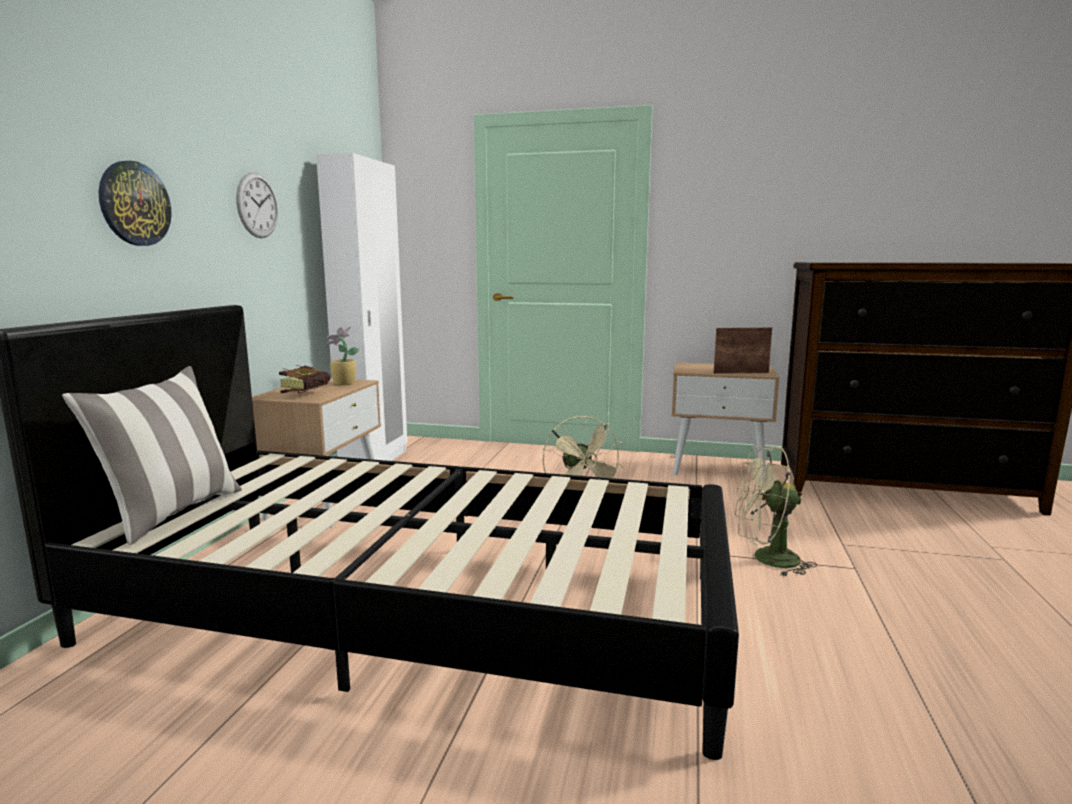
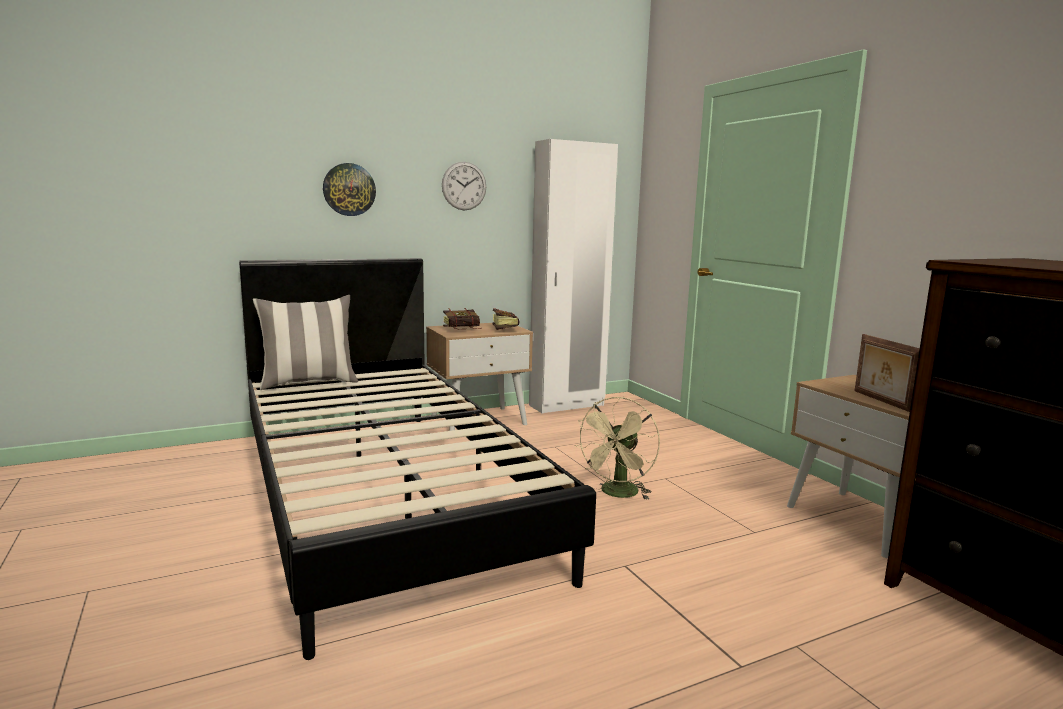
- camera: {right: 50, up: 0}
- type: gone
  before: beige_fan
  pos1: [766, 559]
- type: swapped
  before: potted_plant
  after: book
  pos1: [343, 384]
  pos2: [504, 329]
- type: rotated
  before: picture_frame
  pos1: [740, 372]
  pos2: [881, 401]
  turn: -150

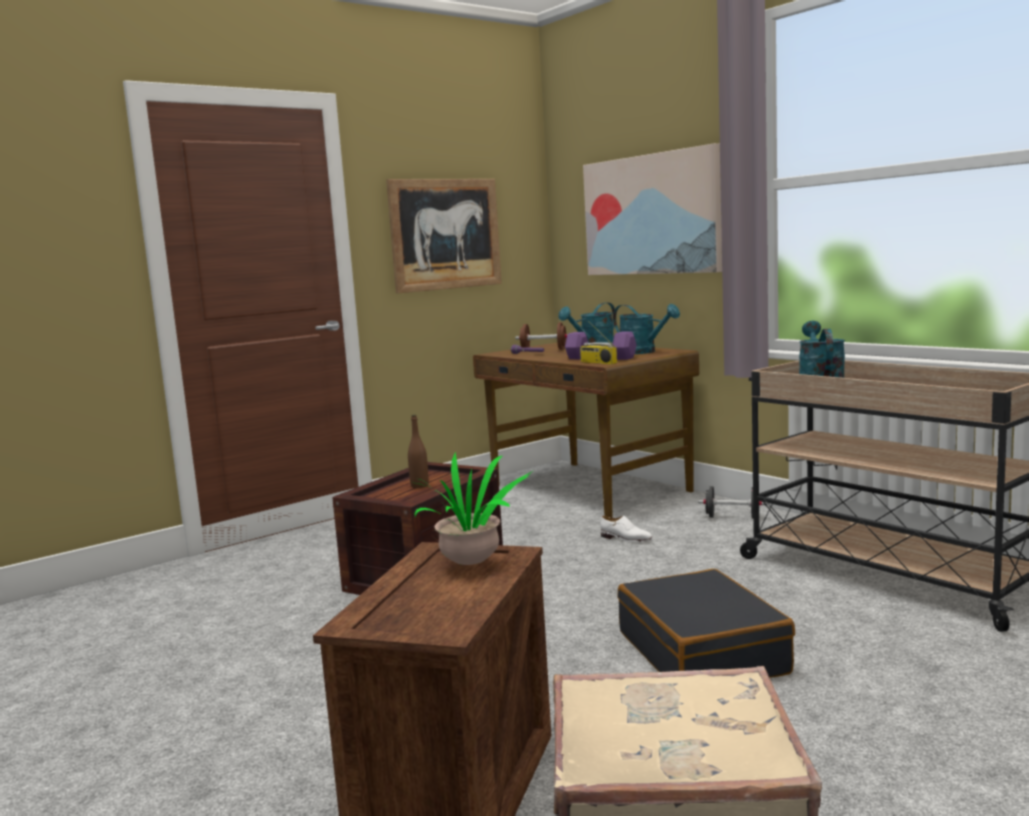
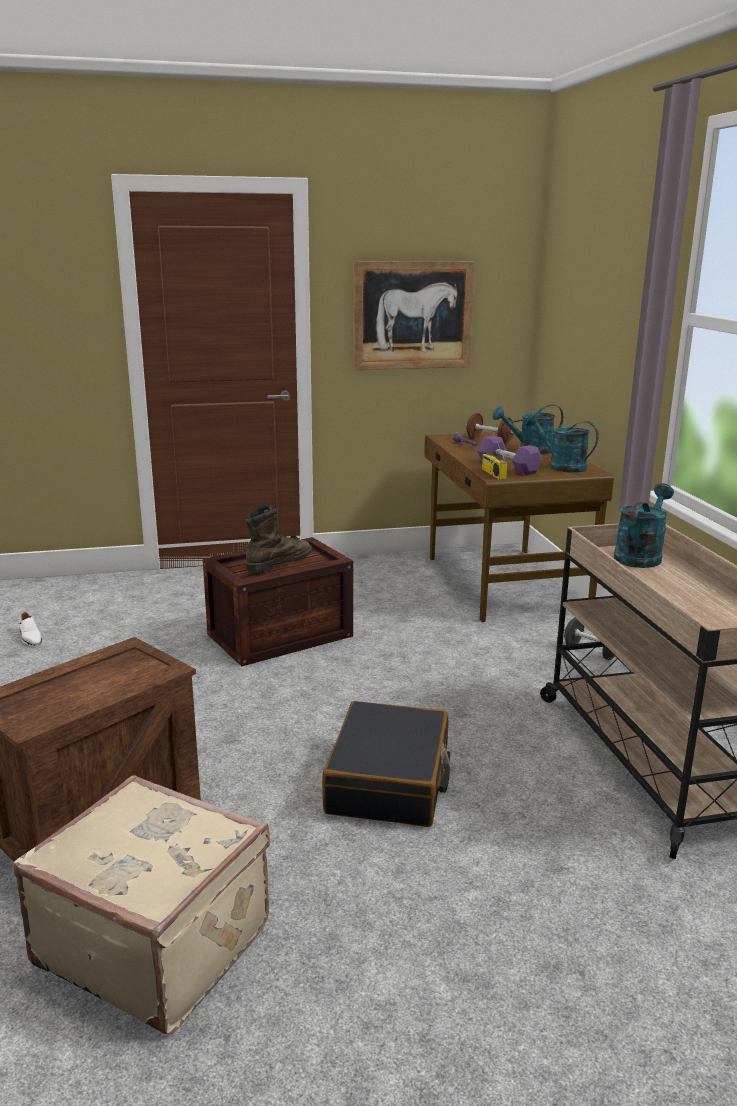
- camera: {right: 25, up: 10}
- type: gone
  before: potted_plant
  pos1: [472, 563]
- type: gone
  before: picture
  pos1: [651, 214]
- type: shifted
  before: white_shoe
  pos1: [626, 538]
  pos2: [30, 638]
- type: swapped
  before: brown_bottle
  after: brown_boot
  pos1: [419, 486]
  pos2: [278, 563]
- type: rotated
  before: turquoise_watering_can
  pos1: [643, 352]
  pos2: [561, 466]
  turn: 150

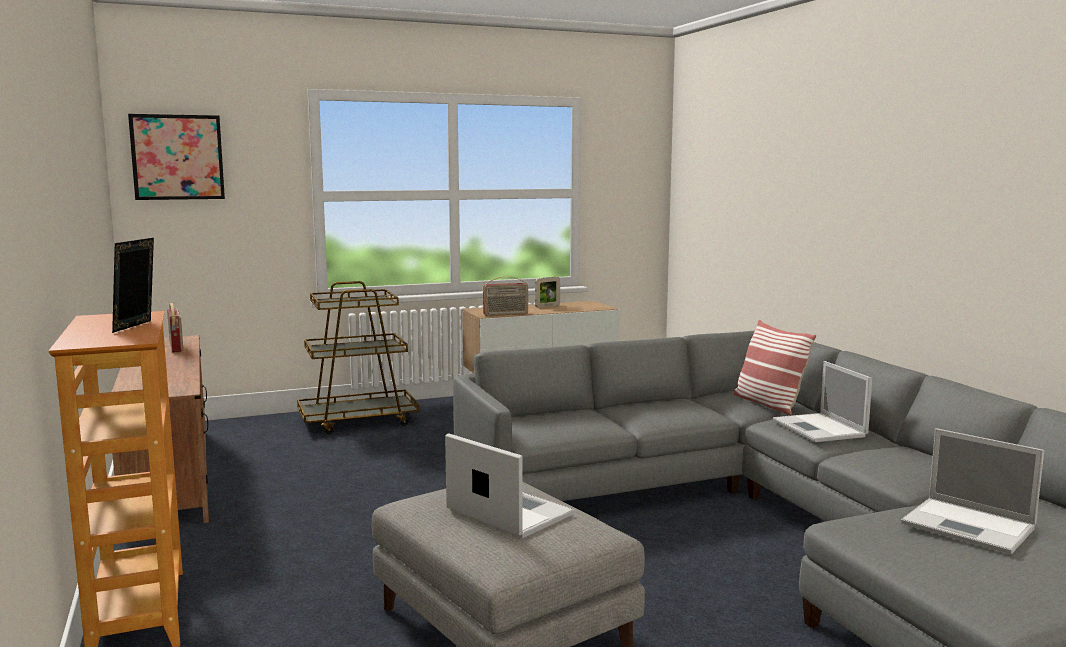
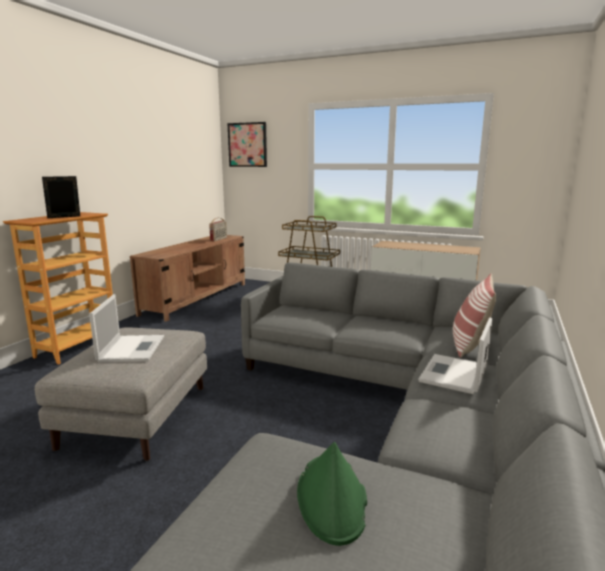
- camera: {right: 45, up: 5}
- type: gone
  before: radio
  pos1: [506, 314]
- type: gone
  before: picture_frame
  pos1: [547, 306]
- type: swapped
  before: laptop
  after: green_hat
  pos1: [970, 526]
  pos2: [332, 498]

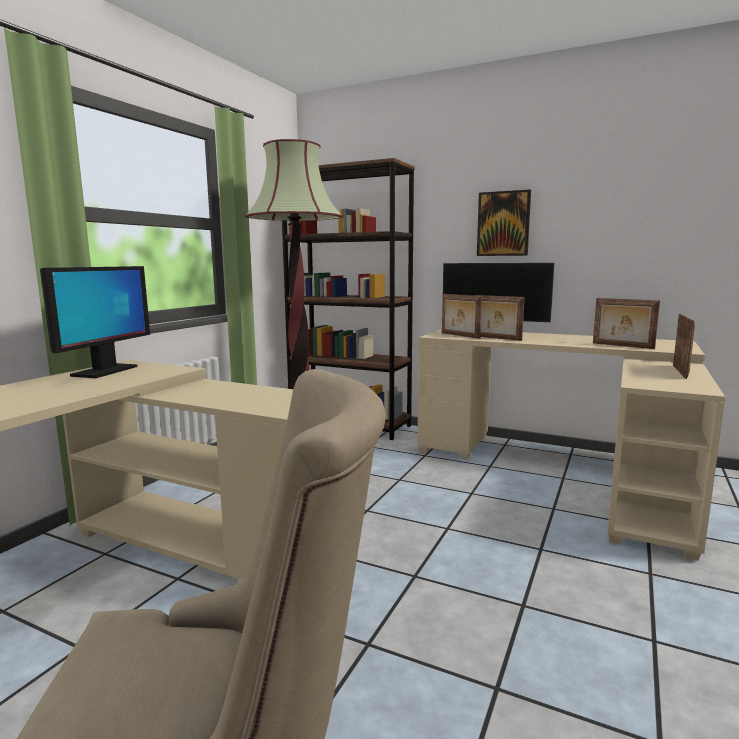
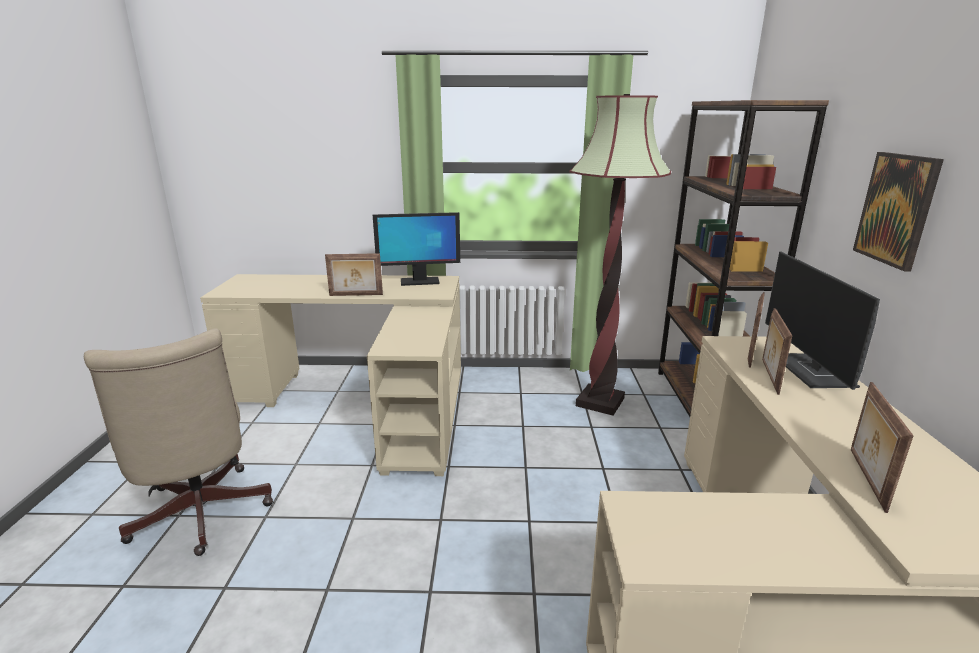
- camera: {right: 65, up: 10}
- type: shifted
  before: picture_frame
  pos1: [681, 371]
  pos2: [356, 295]

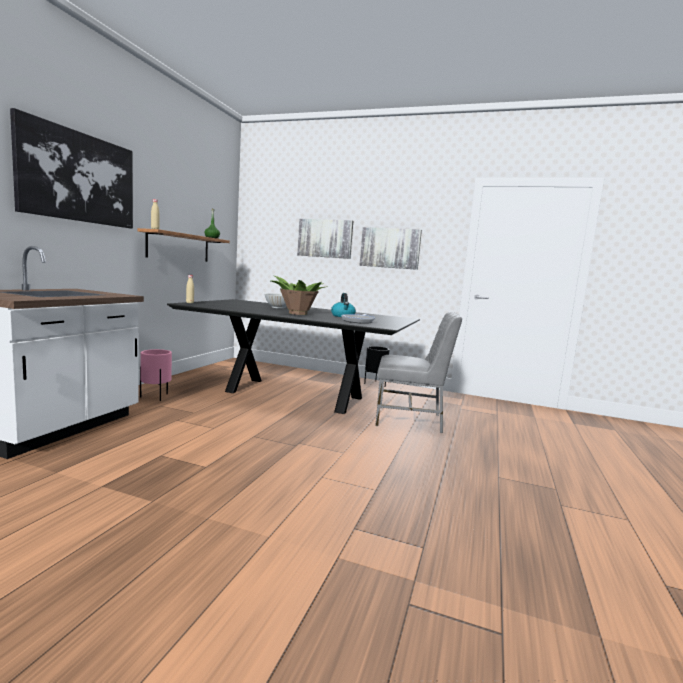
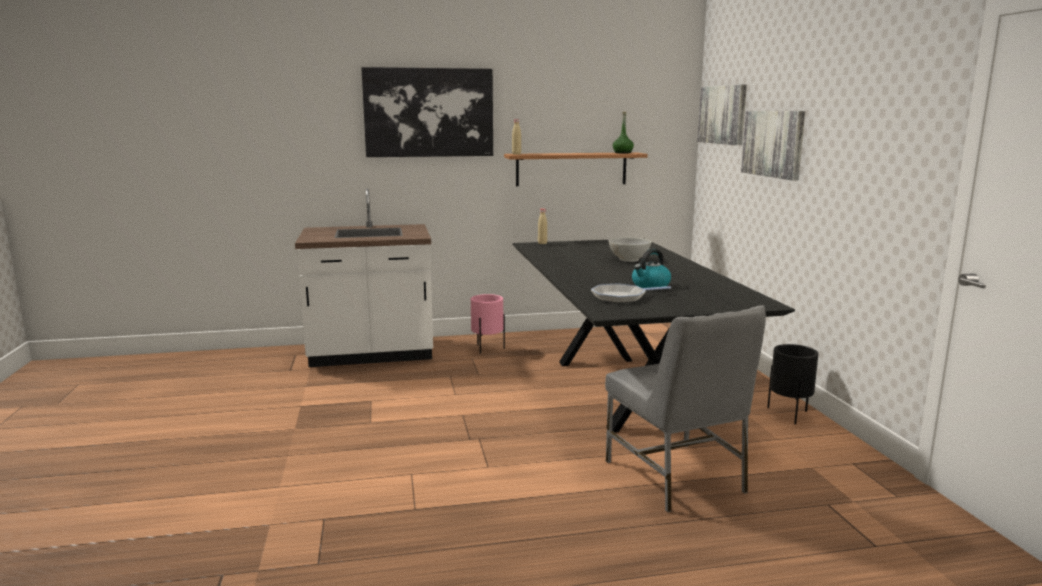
- camera: {right: 60, up: 5}
- type: gone
  before: potted_plant
  pos1: [298, 313]
- type: shifted
  before: picture
  pos1: [390, 248]
  pos2: [723, 115]

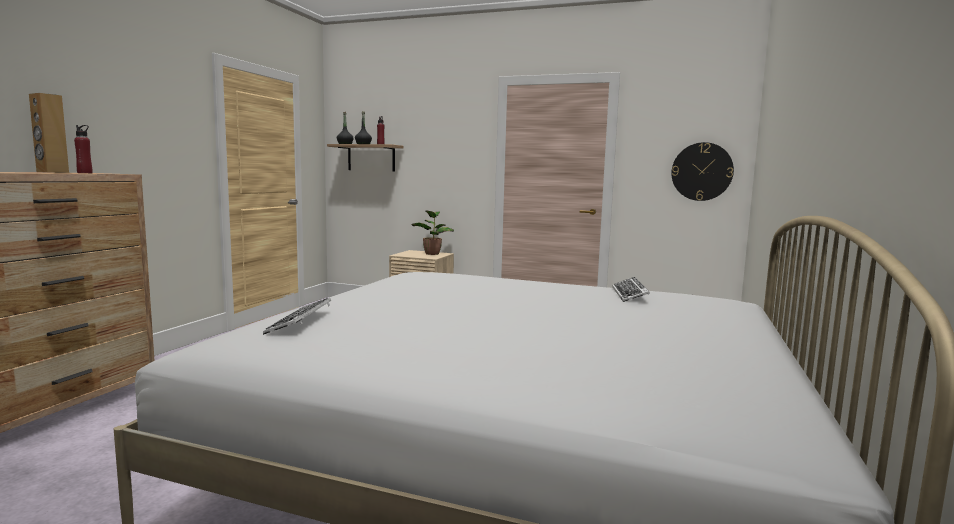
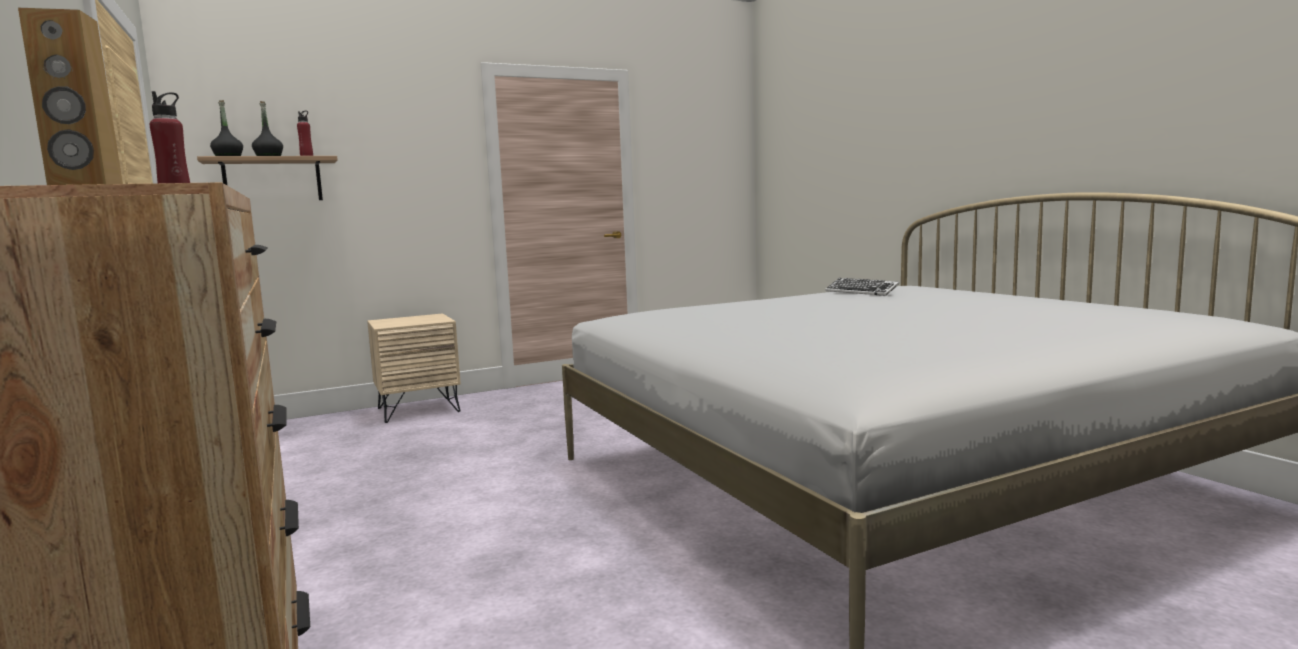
- camera: {right: -45, up: 0}
- type: gone
  before: keyboard
  pos1: [300, 322]
- type: gone
  before: potted_plant
  pos1: [432, 253]
- type: gone
  before: wall_clock
  pos1: [701, 171]

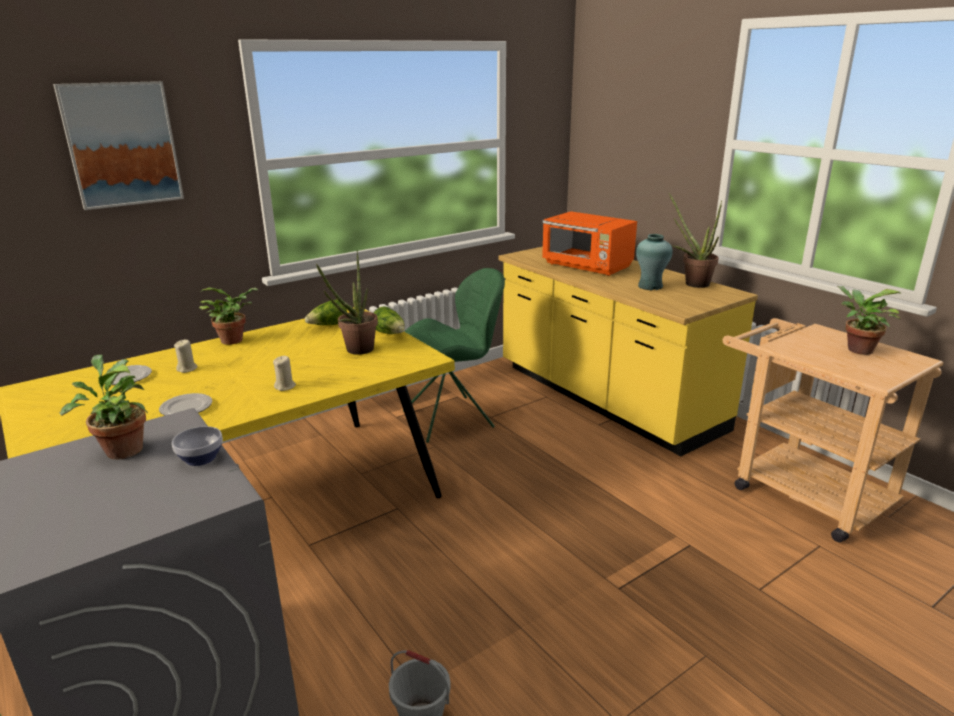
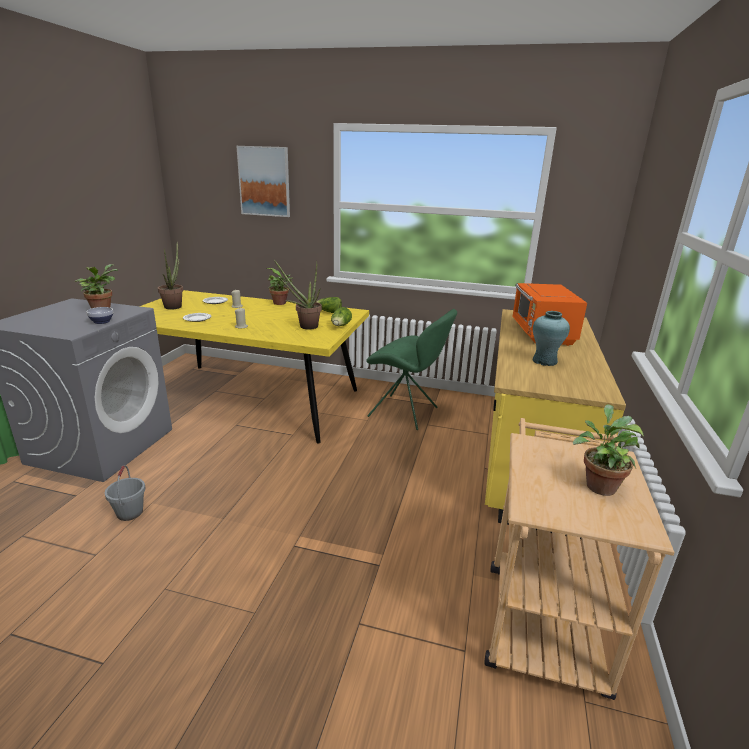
- camera: {right: 50, up: 0}
- type: shifted
  before: potted_plant
  pos1: [692, 283]
  pos2: [174, 306]

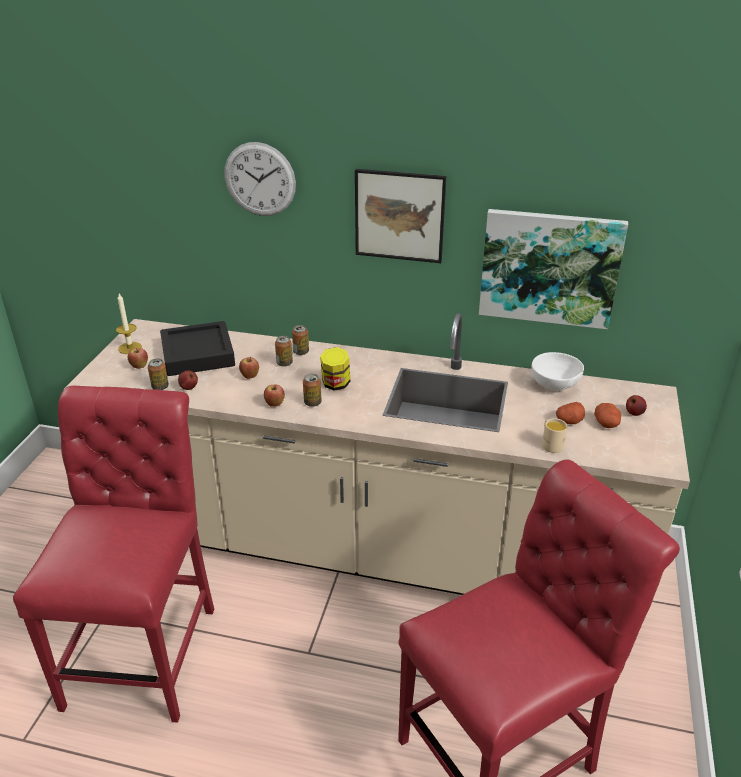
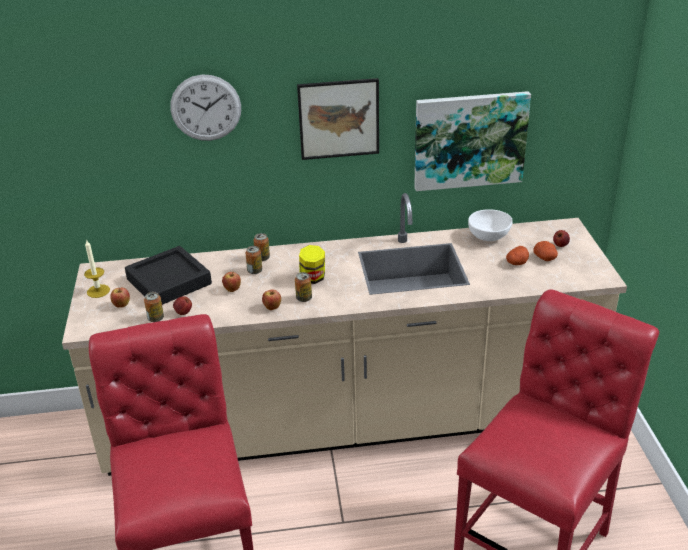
- camera: {right: -20, up: 0}
- type: gone
  before: beige_mug
  pos1: [550, 444]

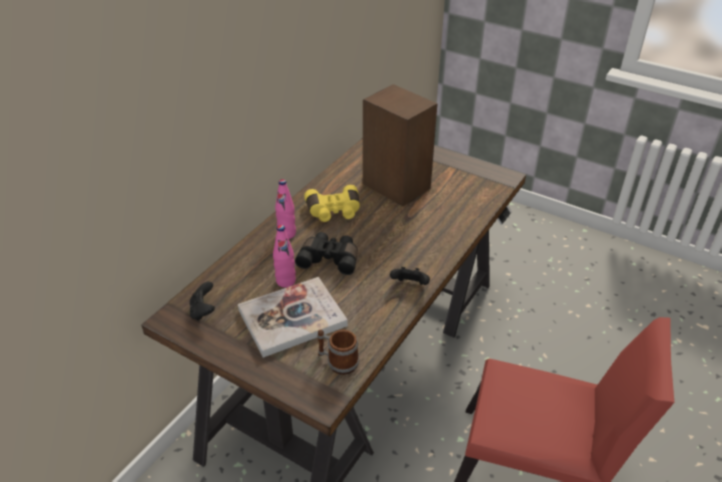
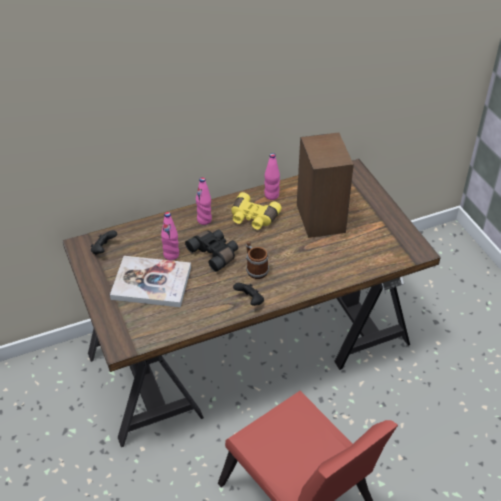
- camera: {right: 35, up: 5}
- type: new
  after: pink_bottle
  pos2: [271, 195]
- type: shifted
  before: mug
  pos1: [337, 362]
  pos2: [255, 269]

